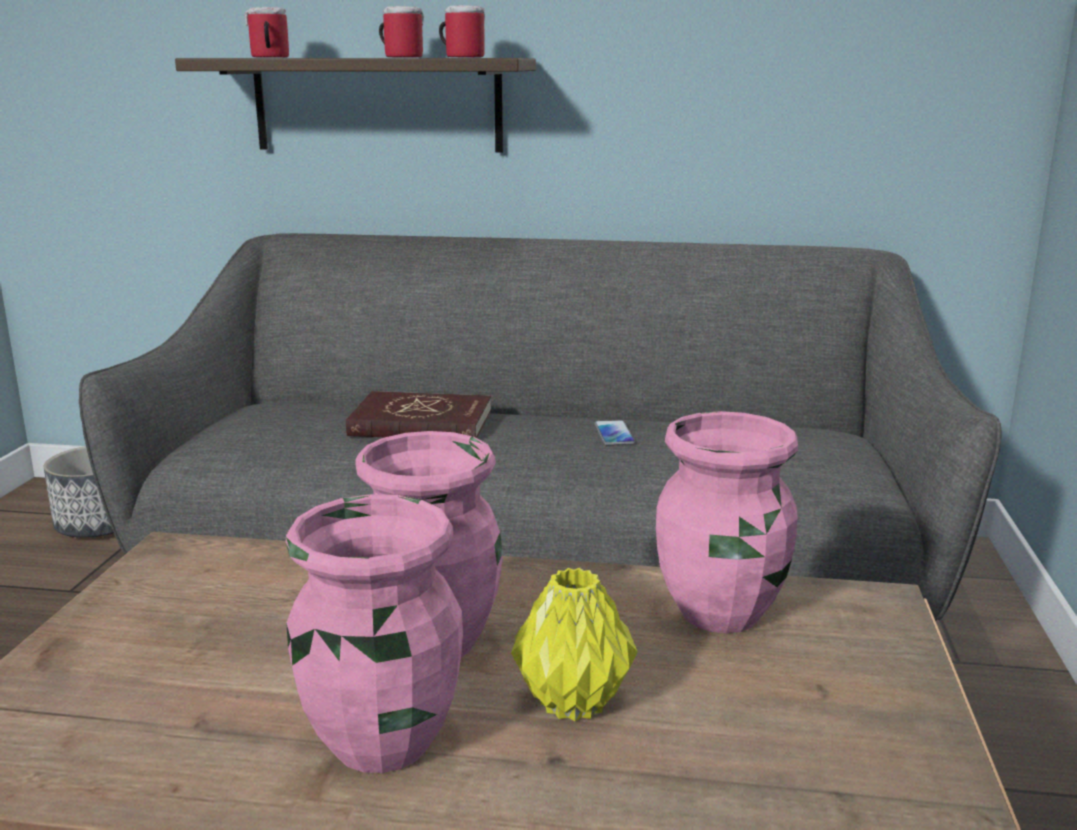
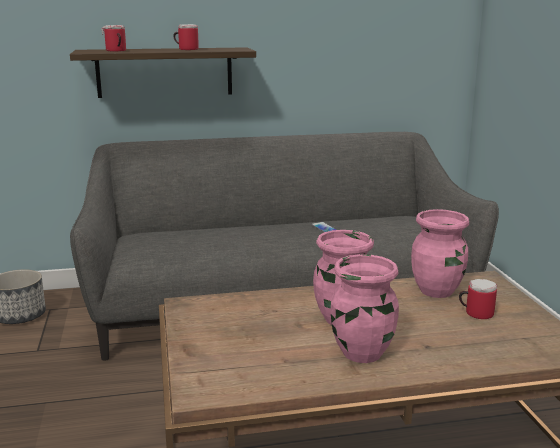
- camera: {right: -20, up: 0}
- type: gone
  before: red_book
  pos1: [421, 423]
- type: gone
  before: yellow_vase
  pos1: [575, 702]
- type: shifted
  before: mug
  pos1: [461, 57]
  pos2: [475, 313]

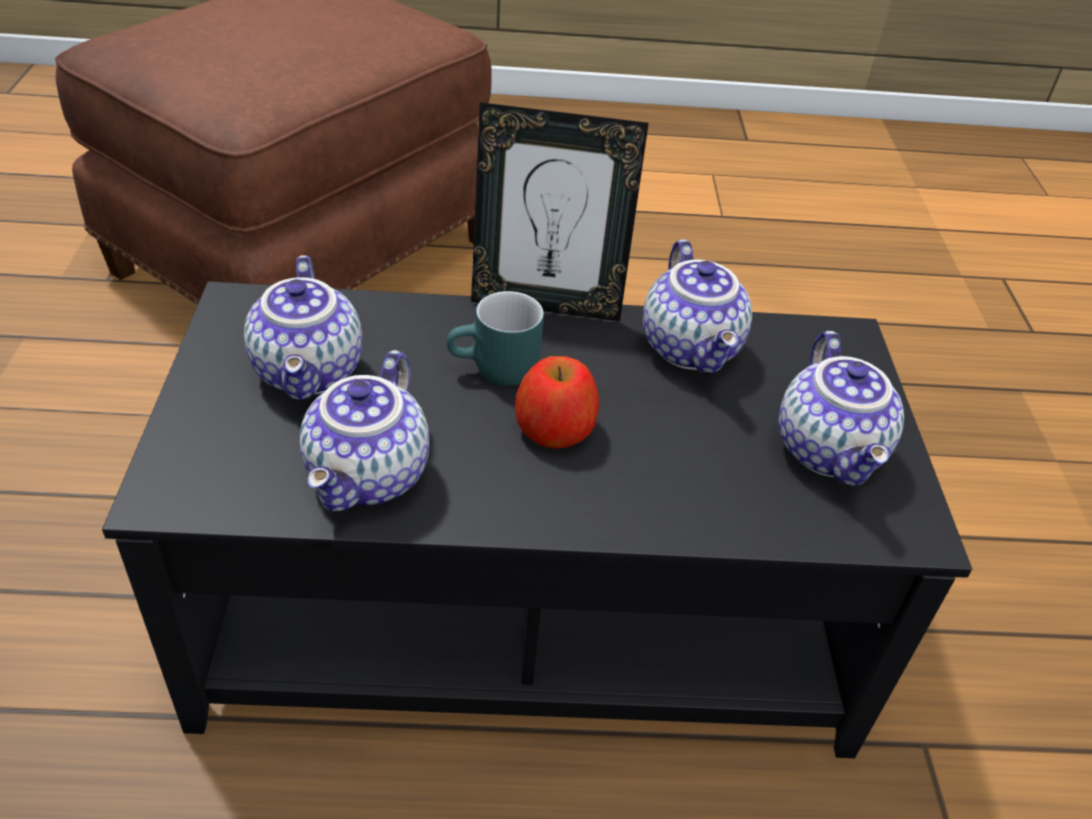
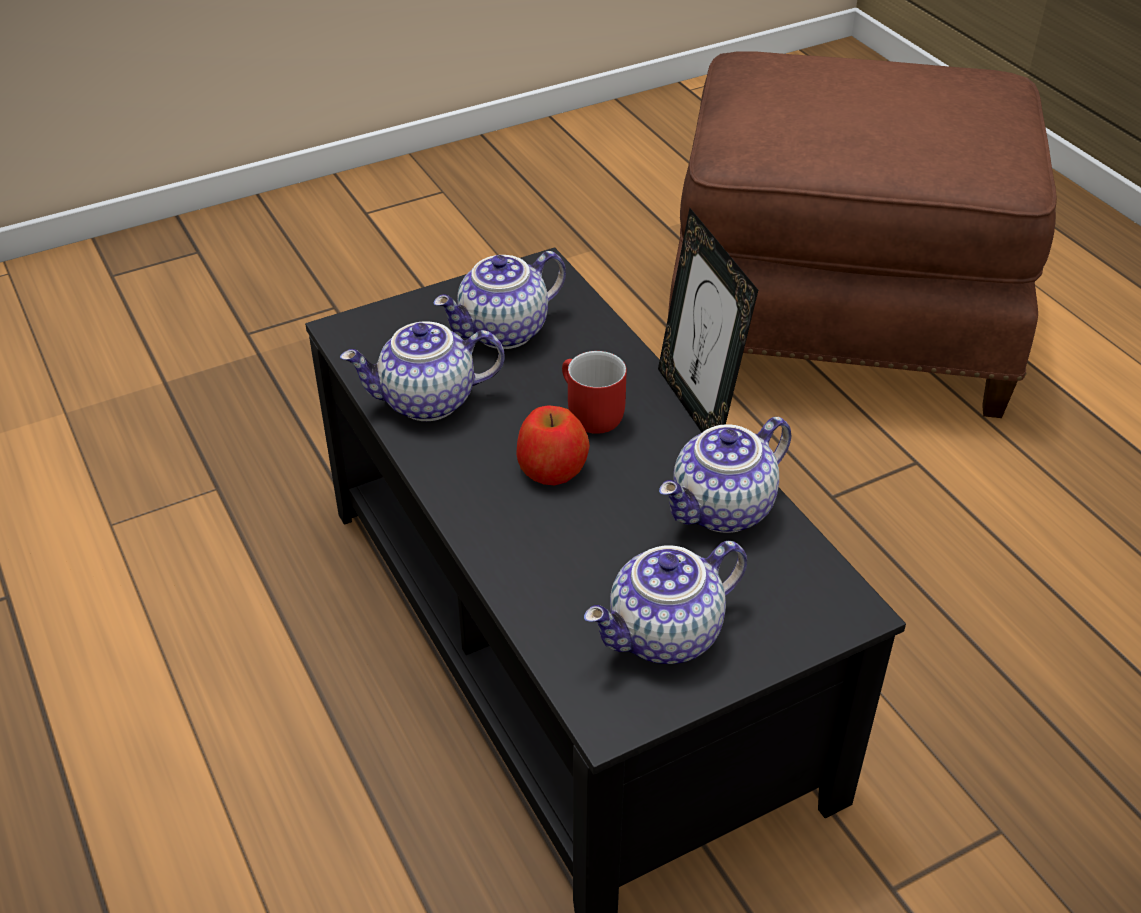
- camera: {right: 65, up: 0}
- type: repainted
  before: turquoise_mug
  after: red_mug
  pos1: [496, 371]
  pos2: [587, 414]

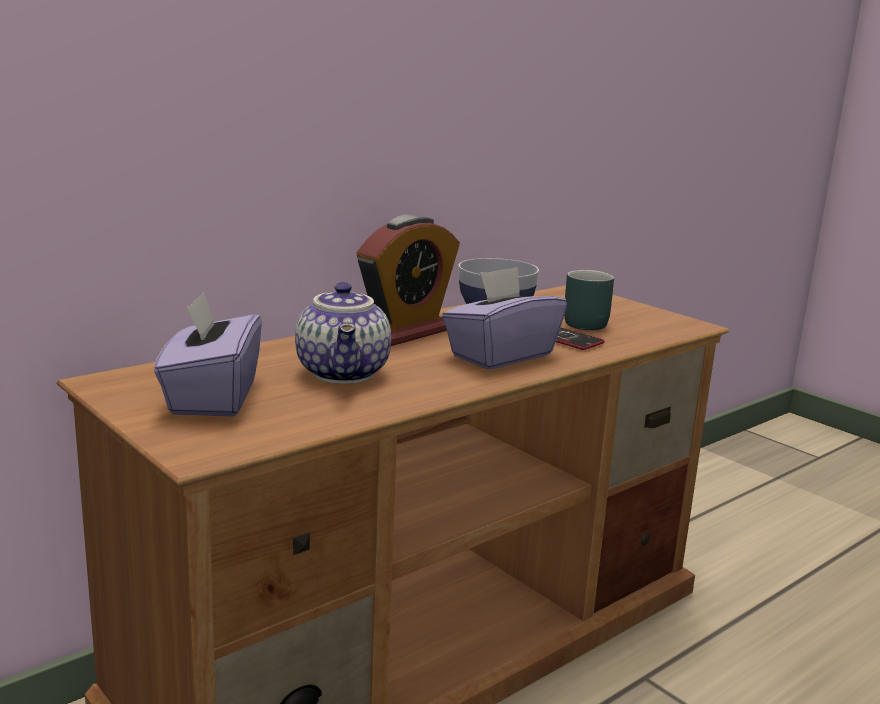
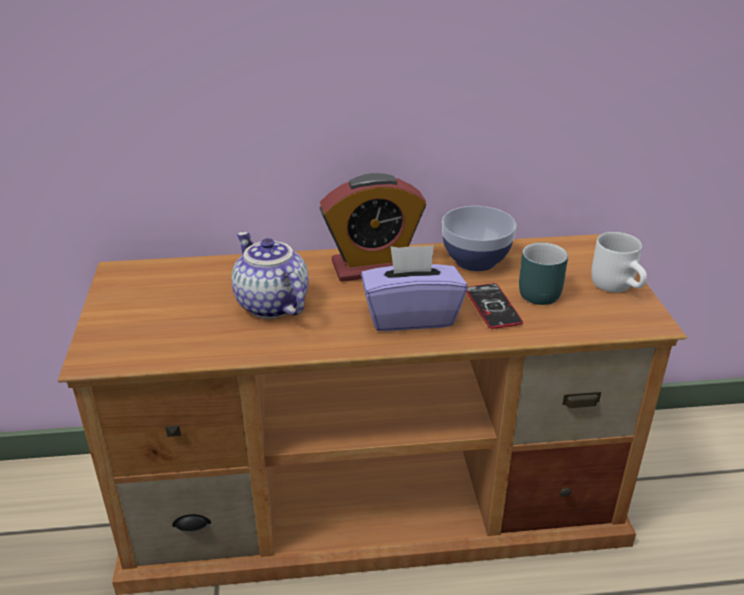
- camera: {right: 35, up: 15}
- type: gone
  before: purple_tissue_box
  pos1: [212, 397]
- type: new
  after: white_mug
  pos2: [618, 285]
- type: rotated
  before: teapot
  pos1: [345, 373]
  pos2: [270, 305]
  turn: 120

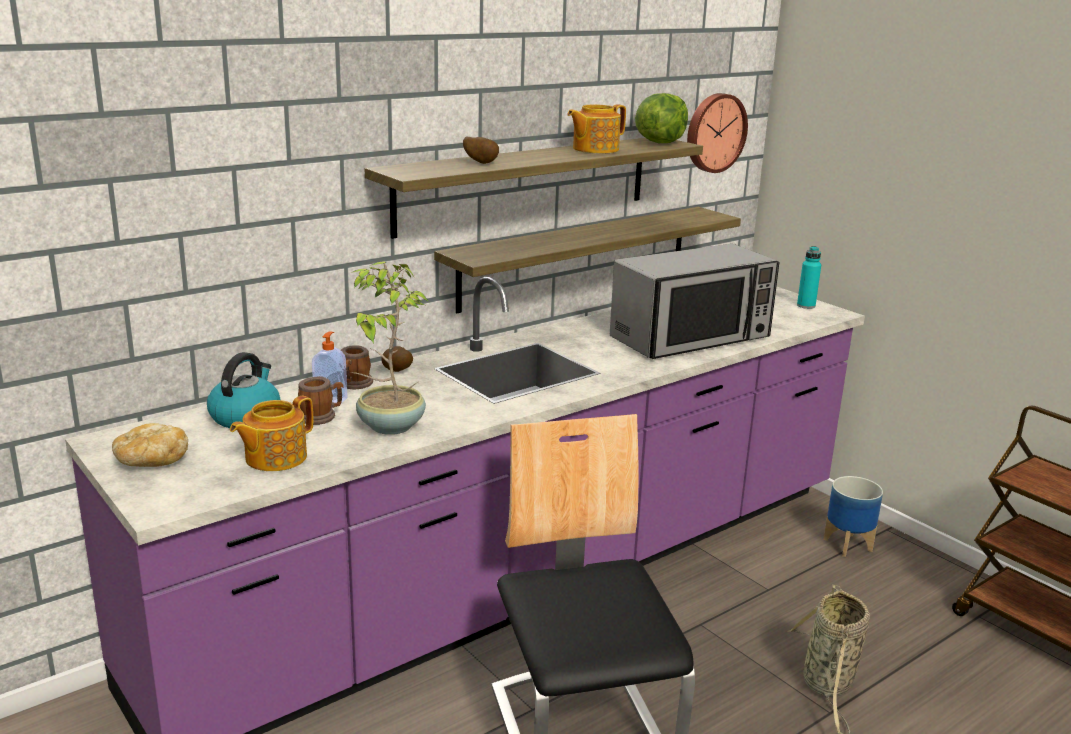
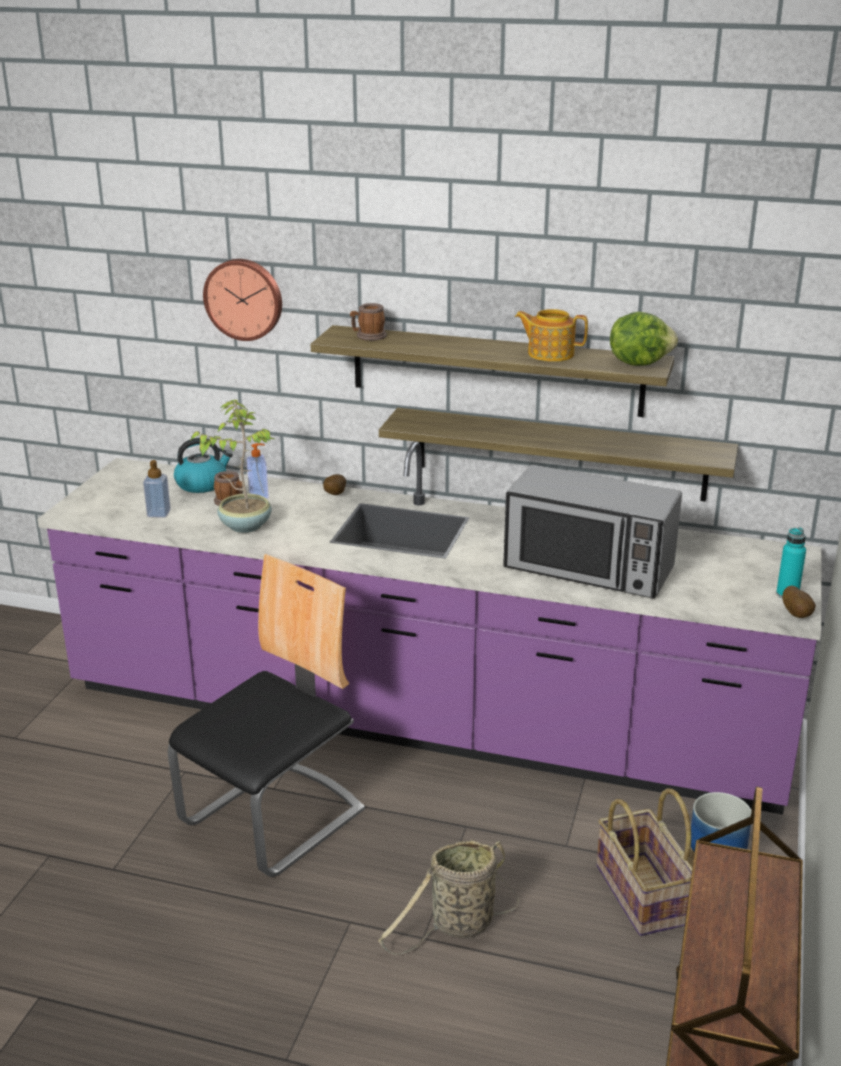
- camera: {right: 55, up: 5}
- type: gone
  before: bread
  pos1: [150, 462]
- type: new
  after: basket
  pos2: [643, 894]
- type: shifted
  before: mug
  pos1: [354, 384]
  pos2: [368, 336]
- type: shifted
  before: potato
  pos1: [481, 163]
  pos2: [797, 614]
- type: shifted
  before: wall_clock
  pos1: [714, 132]
  pos2: [244, 298]
- type: swapped
  before: teapot
  after: soap_dispenser
  pos1: [274, 458]
  pos2: [159, 513]

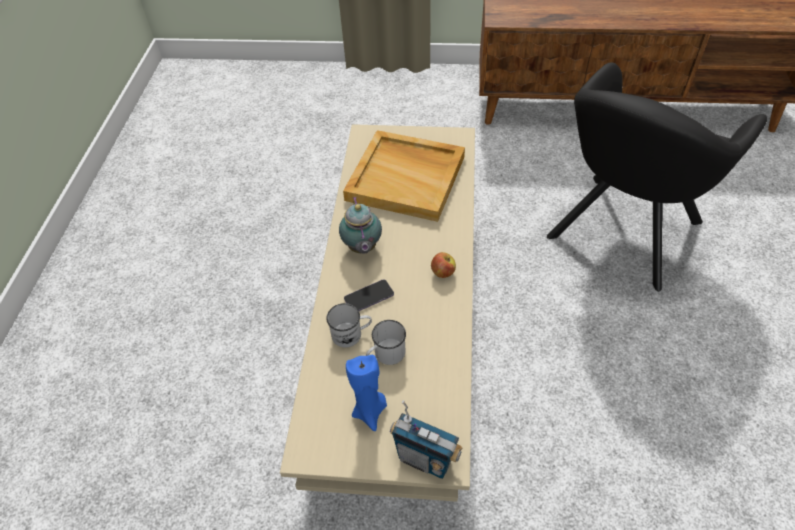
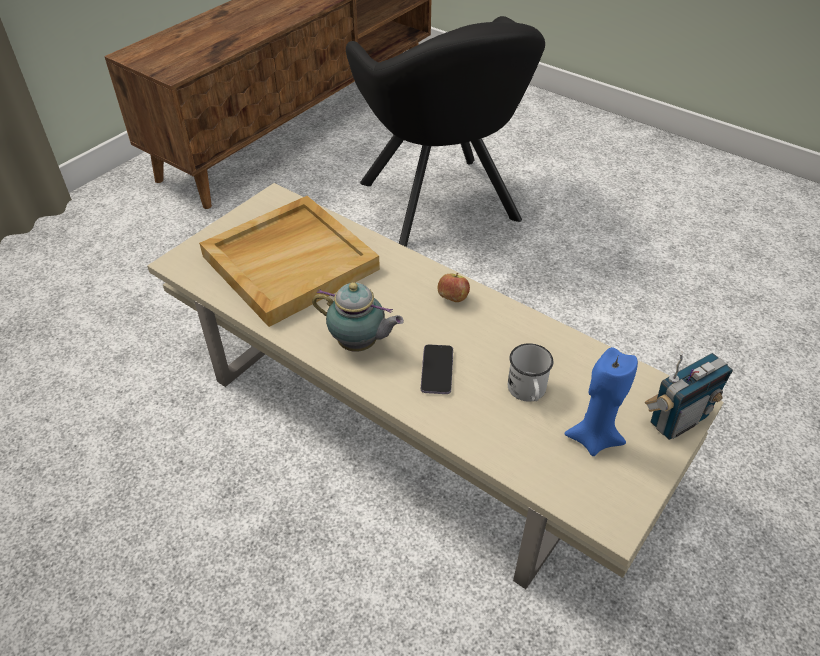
- camera: {right: -60, up: -5}
- type: gone
  before: white_mug
  pos1: [351, 334]

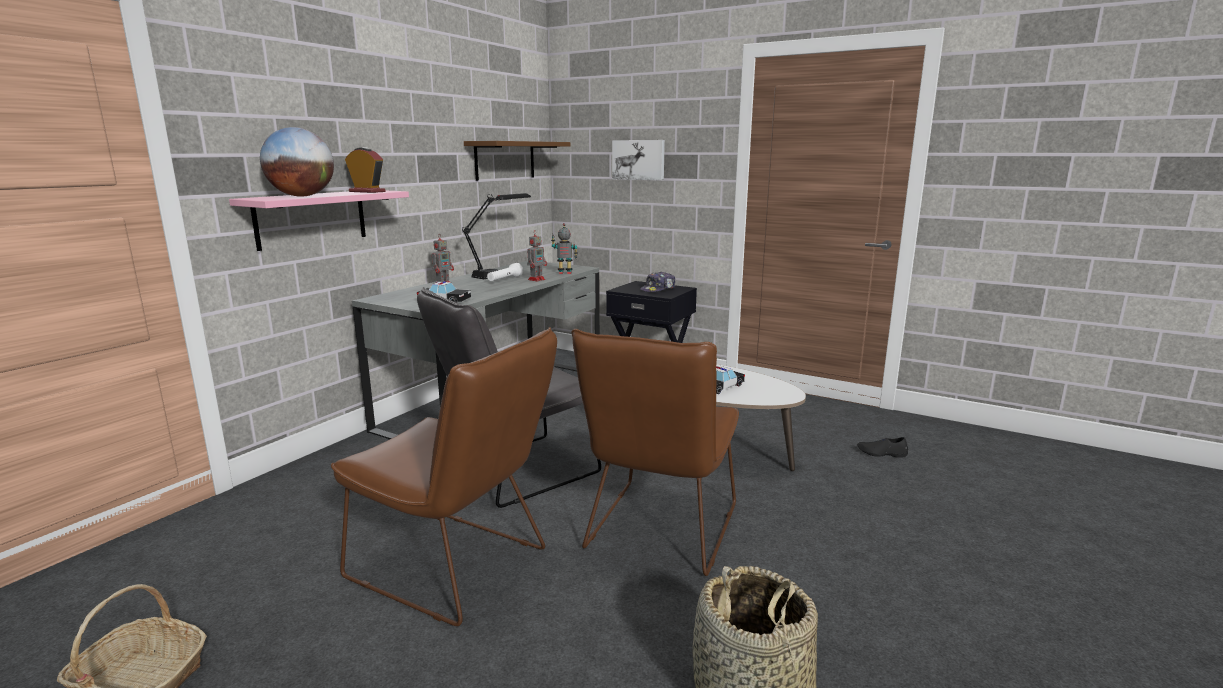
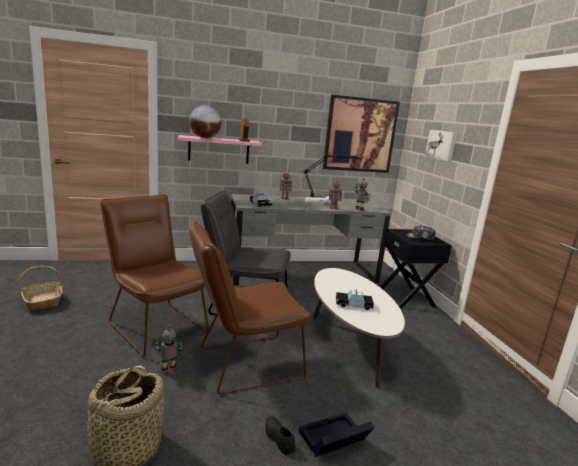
- camera: {right: 45, up: 0}
- type: new
  after: toy_robot
  pos2: [168, 370]
- type: new
  after: black_storage_box
  pos2: [333, 441]
- type: shifted
  before: black_shoe
  pos1: [881, 453]
  pos2: [279, 438]
- type: swapped
  before: brown_shelf
  after: picture
  pos1: [505, 160]
  pos2: [360, 135]
- type: rotated
  before: brown_chair
  pos1: [457, 568]
  pos2: [155, 325]
  turn: 150

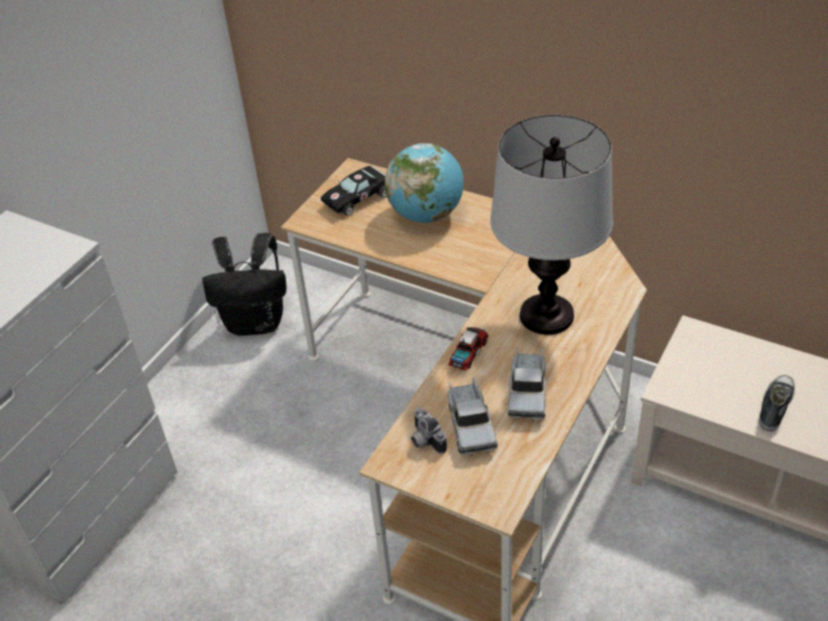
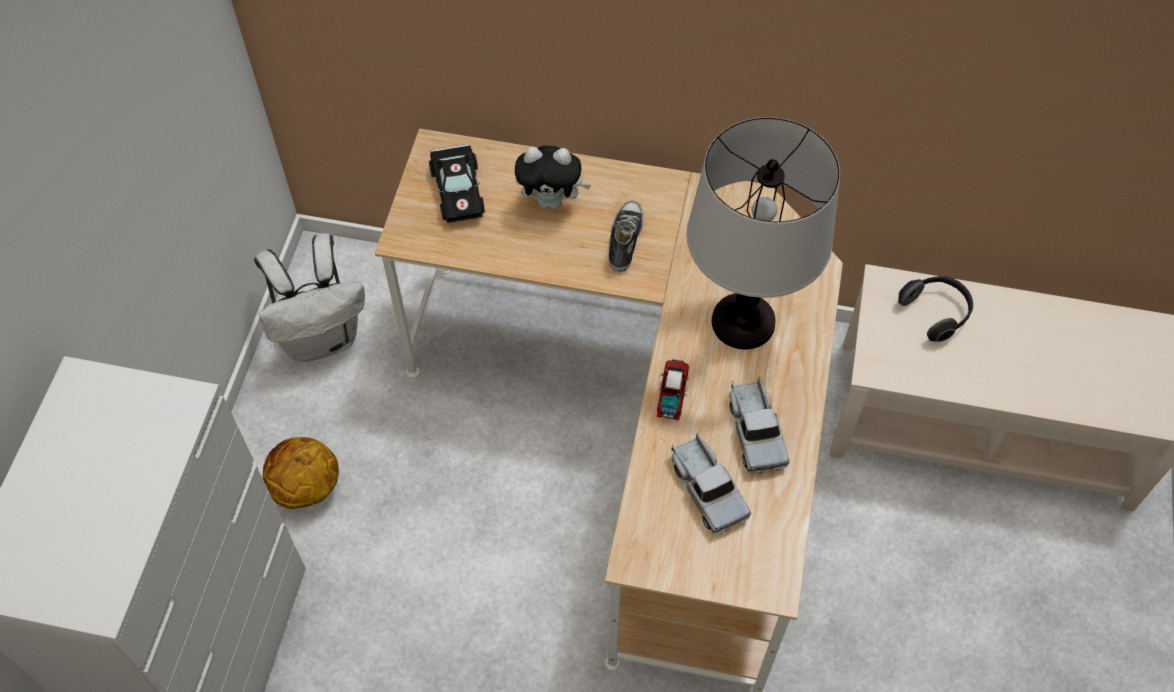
- camera: {right: -20, up: 15}
- type: gone
  before: photo_camera
  pos1: [424, 440]
- type: new
  after: basketball
  pos2: [306, 488]
- type: new
  after: headphones
  pos2: [936, 313]
- type: shifted
  before: shoe
  pos1: [774, 407]
  pos2: [624, 240]
- type: swapped
  before: globe
  after: plush_toy
  pos1: [426, 215]
  pos2: [552, 201]
- type: repainted
  before: black_backpack
  after: white_backpack
  pos1: [256, 322]
  pos2: [322, 337]
- type: rotated
  before: black_toy_car
  pos1: [359, 197]
  pos2: [457, 189]
  turn: -45

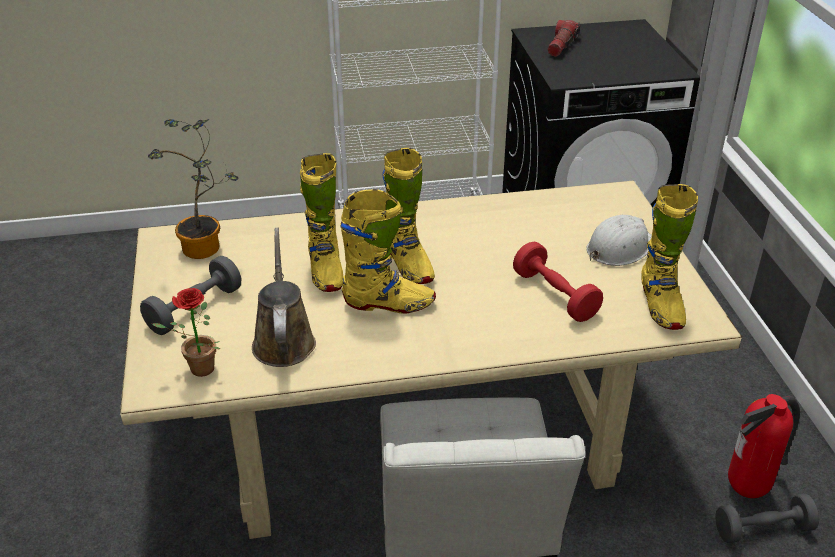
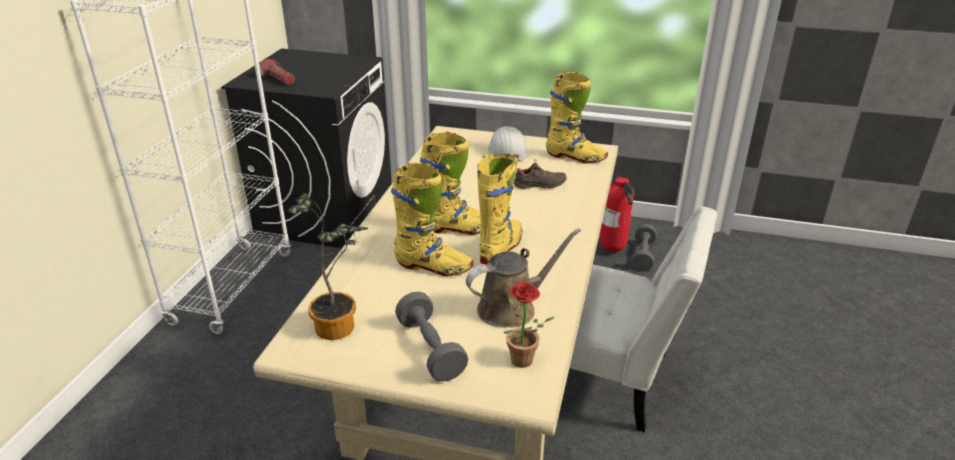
- camera: {right: -65, up: -5}
- type: swapped
  before: red_dumbbell
  after: black_shoe
  pos1: [555, 295]
  pos2: [540, 185]
- type: rotated
  before: brown_watering_can
  pos1: [283, 340]
  pos2: [512, 308]
  turn: 135

